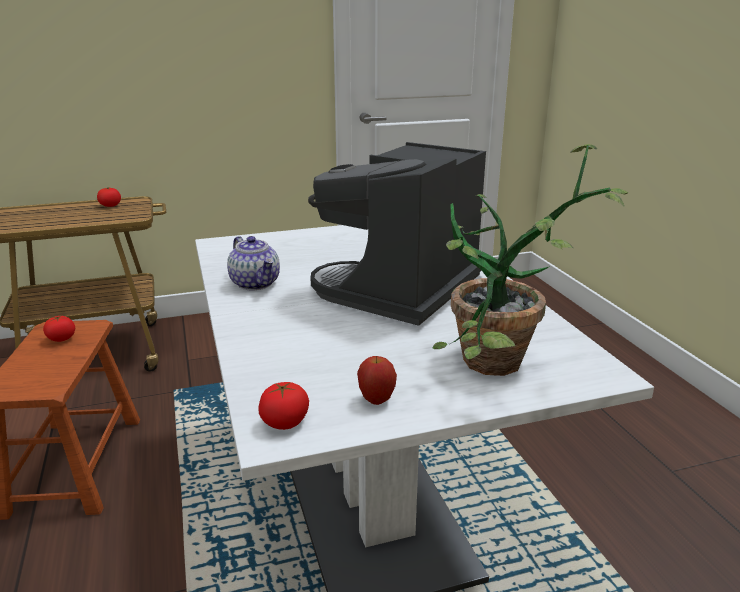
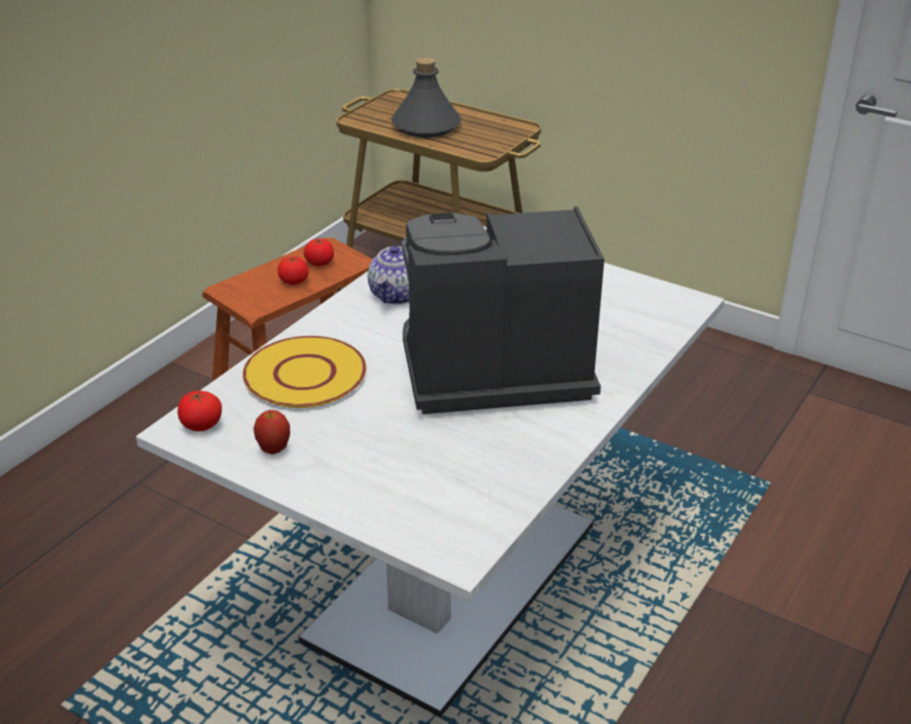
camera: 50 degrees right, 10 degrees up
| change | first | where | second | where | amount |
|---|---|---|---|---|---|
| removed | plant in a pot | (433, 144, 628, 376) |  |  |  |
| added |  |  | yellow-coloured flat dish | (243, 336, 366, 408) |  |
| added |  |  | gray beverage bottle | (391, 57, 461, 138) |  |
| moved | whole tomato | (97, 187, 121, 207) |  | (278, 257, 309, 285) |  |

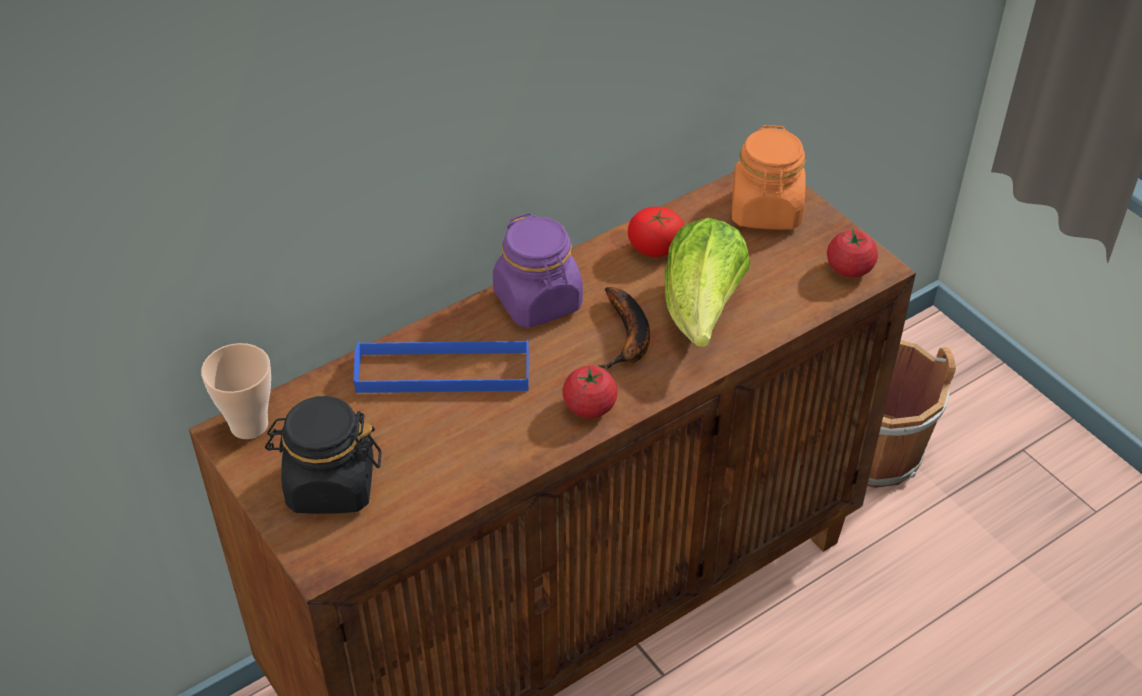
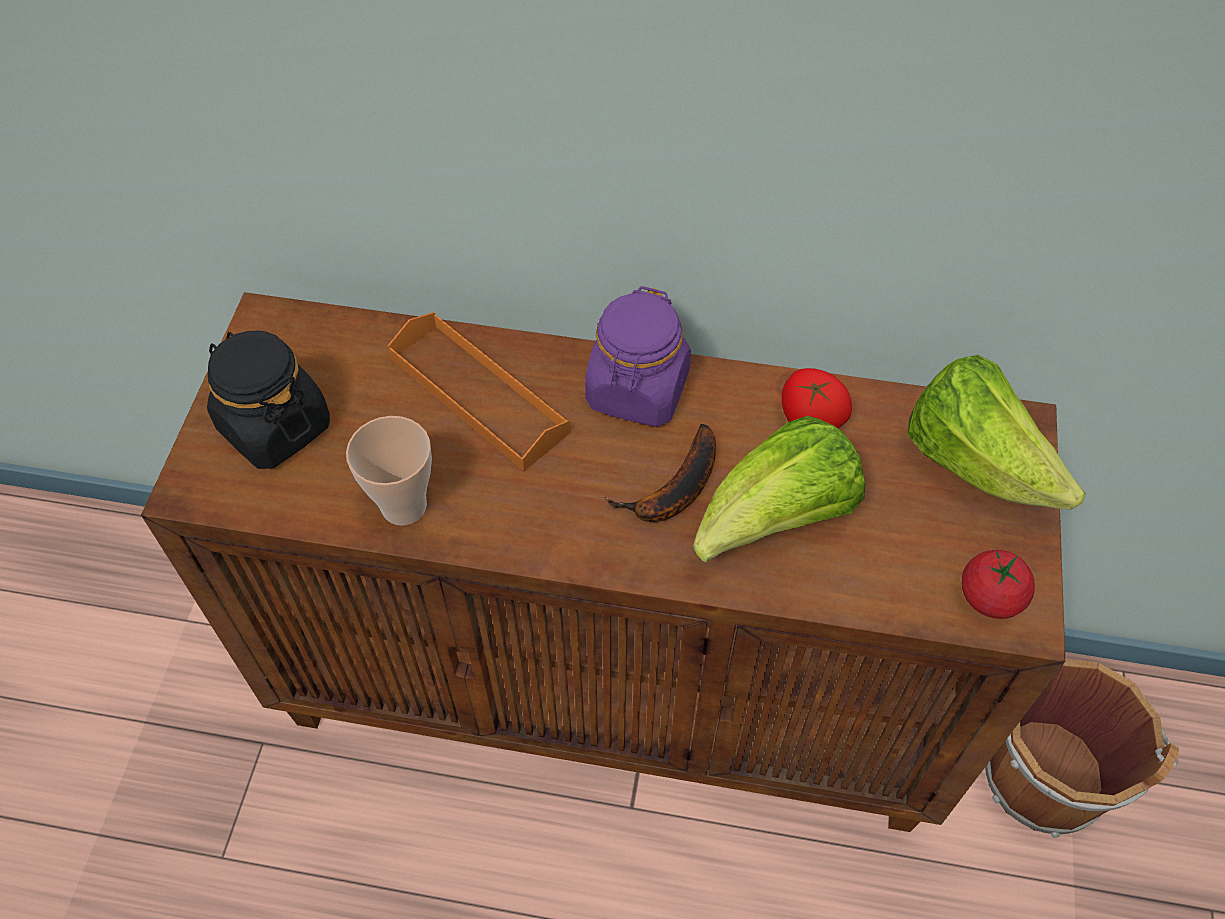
camera: 45 degrees right, 10 degrees up
| change | first | where | second | where | amount |
|---|---|---|---|---|---|
| removed | whole tomato | (562, 366, 618, 418) |  |  |  |
| moved | small cup | (201, 343, 271, 439) |  | (346, 416, 432, 526) |  |
| replaced | orange preserve jar | (732, 125, 806, 230) | lettuce head | (907, 355, 1086, 509) |  |
| recoloured | bluish serving tray | (354, 339, 529, 393) | orange serving tray | (388, 312, 570, 471) |  |

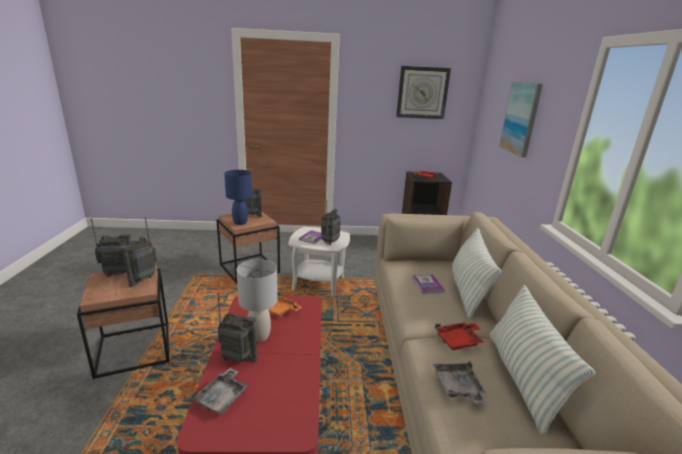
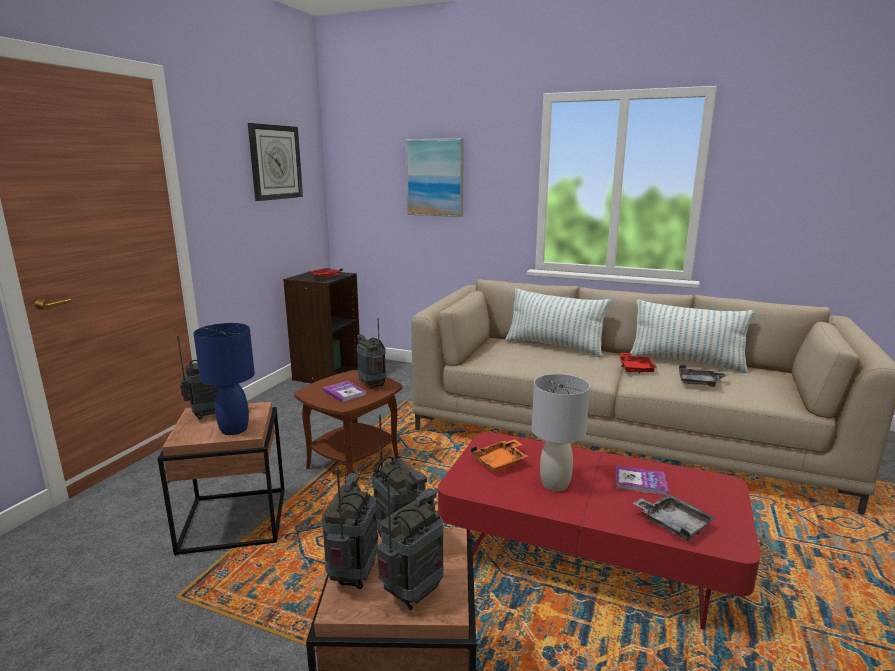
camera: 65 degrees left, 5 degrees down
| change | first | where | second | where | amount |
|---|---|---|---|---|---|
| moved | radio set | (217, 293, 258, 363) |  | (377, 478, 443, 610) |  |
| moved | bound book | (412, 275, 445, 294) |  | (615, 466, 668, 495) |  |
| recoloured | white-coloured end table | (289, 227, 350, 297) | brown-coloured end table | (294, 370, 402, 477) |  |

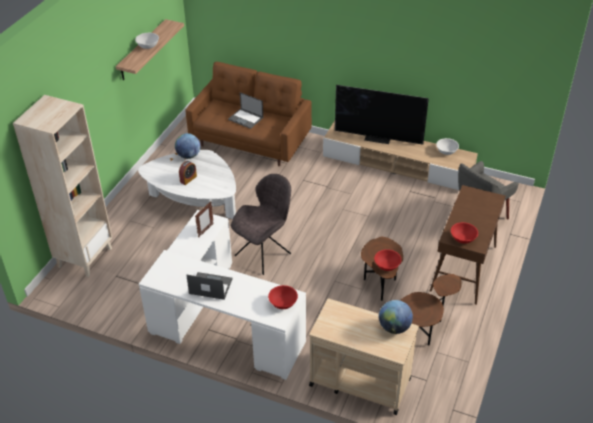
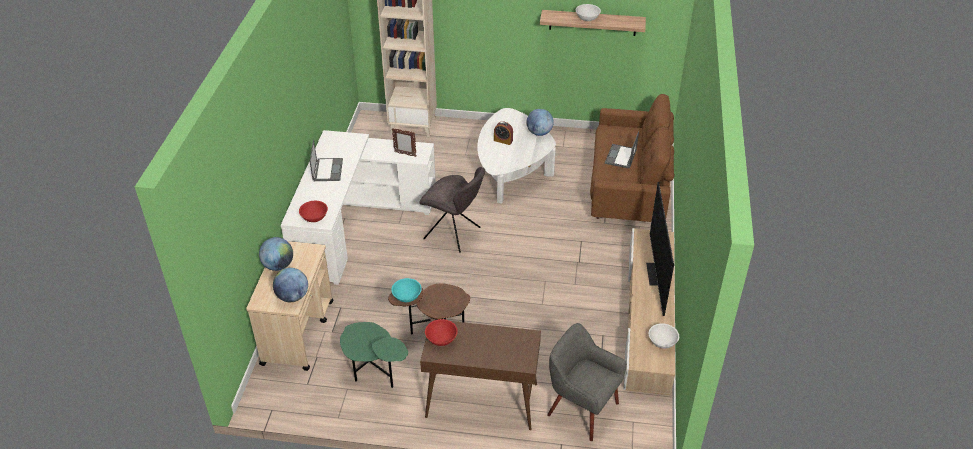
camera: 75 degrees right, 0 degrees up
| change | first | where | second | where | amount |
|---|---|---|---|---|---|
| added |  |  | desk globe | (259, 237, 293, 271) |  |
| recoloured | red serving bowl | (374, 249, 402, 271) | turquoise-coloured serving bowl | (391, 278, 422, 302) |  |
| recoloured | brown-coloured end table | (400, 274, 462, 346) | greenish end table | (340, 322, 408, 388) |  |

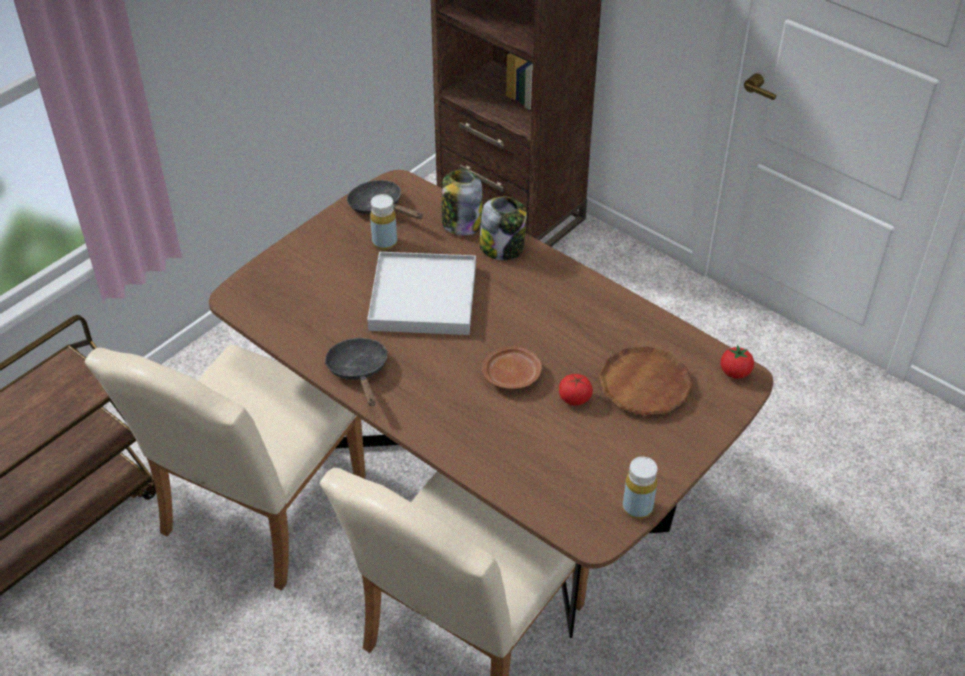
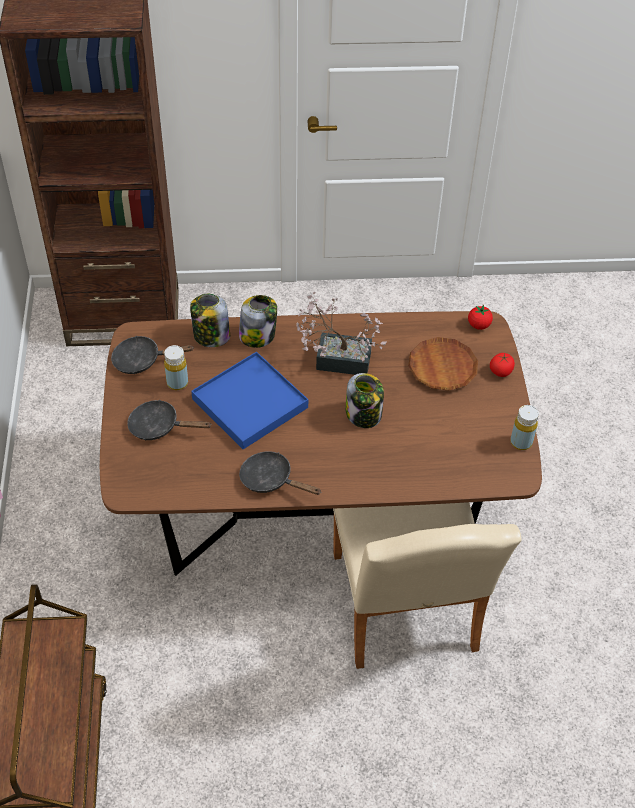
camera: 45 degrees left, 5 degrees up
| change | first | where | second | where | amount |
|---|---|---|---|---|---|
| removed | beige chair | (85, 345, 366, 590) |  |  |  |
| added |  |  | black-coloured frying pan | (127, 400, 212, 440) |  |
| added |  |  | plant in a pot | (296, 292, 386, 375) |  |
| moved | whole tomato | (559, 374, 593, 406) |  | (490, 353, 515, 377) |  |
| replaced | brown-coloured flat dish | (482, 346, 542, 389) | preserve jar | (346, 373, 384, 428) |  |
| recoloured | white-coloured serving tray | (367, 252, 476, 335) | bluish serving tray | (191, 352, 308, 449) |  |

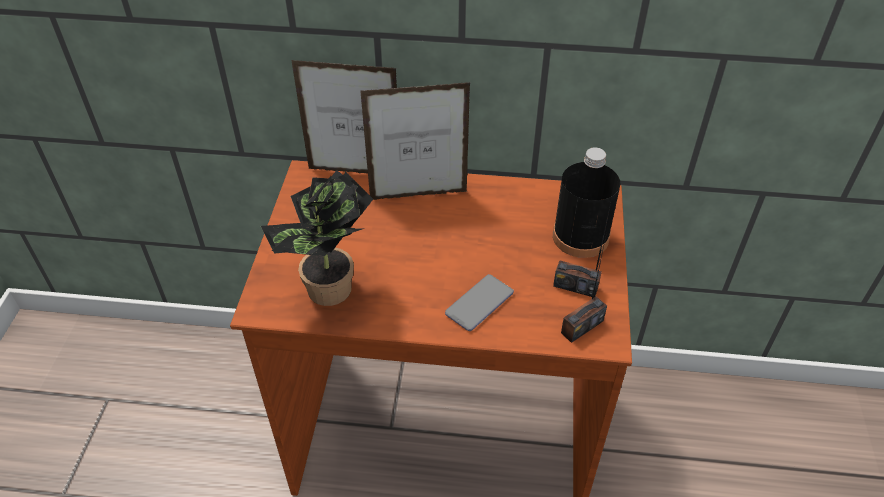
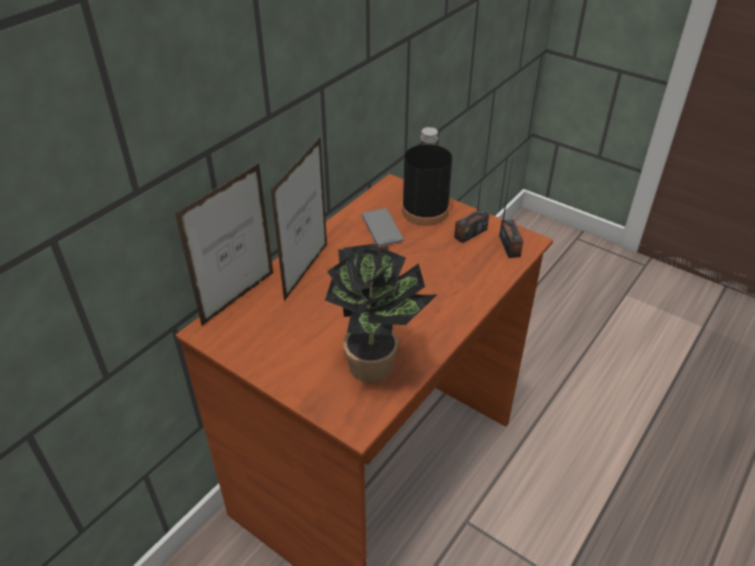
camera: 60 degrees left, 5 degrees down
| change | first | where | second | where | amount |
|---|---|---|---|---|---|
| moved | handset | (445, 274, 514, 331) |  | (362, 208, 404, 246) |  |

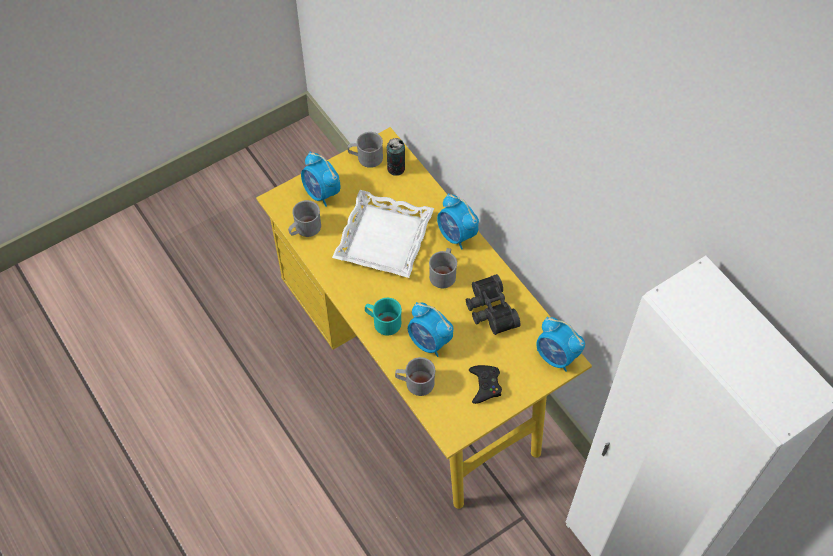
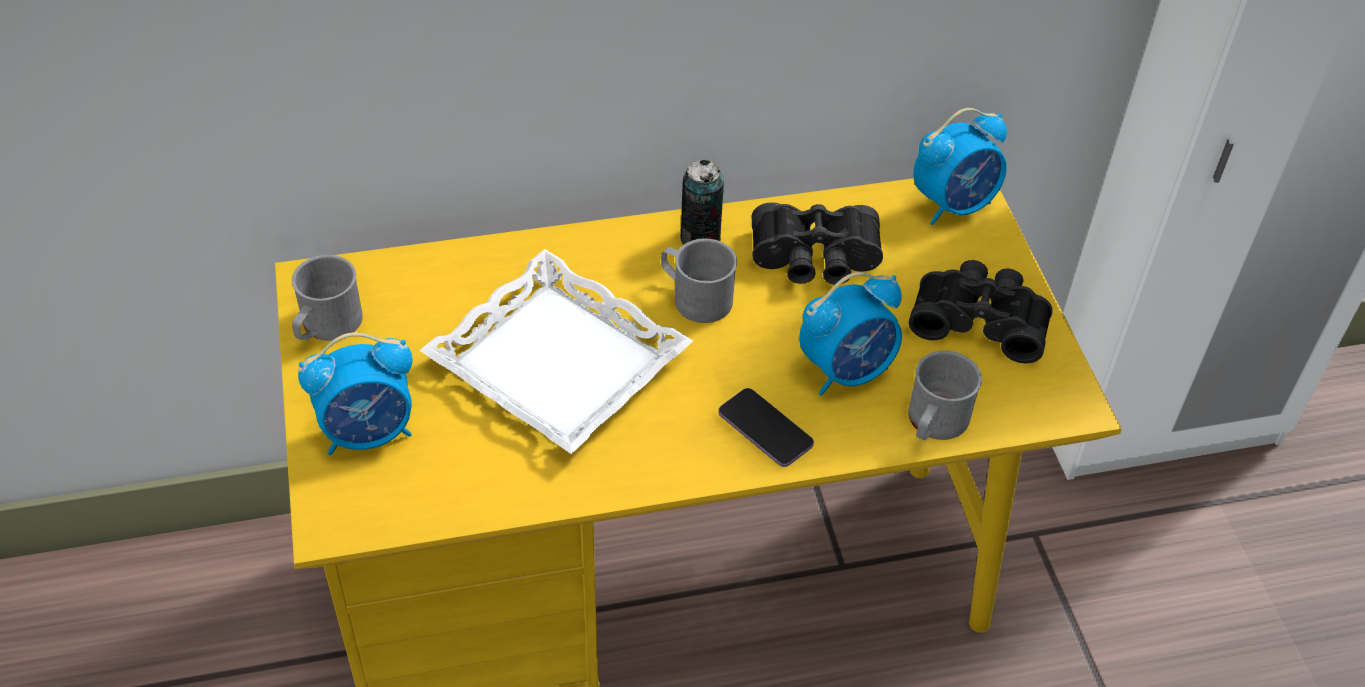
camera: 70 degrees left, 10 degrees down
| change | first | where | second | where | amount |
|---|---|---|---|---|---|
| removed | gray tea mug | (288, 200, 321, 237) |  |  |  |
| removed | bedside clock | (437, 193, 479, 250) |  |  |  |
| moved | can | (386, 138, 405, 176) |  | (681, 160, 724, 245) |  |
| replaced | turquoise-coloured tea mug | (365, 298, 402, 335) | handset | (718, 388, 814, 467) |  |
| replaced | black-coloured gamepad | (469, 365, 502, 404) | black-coloured pair of binoculars | (909, 260, 1053, 363) |  |

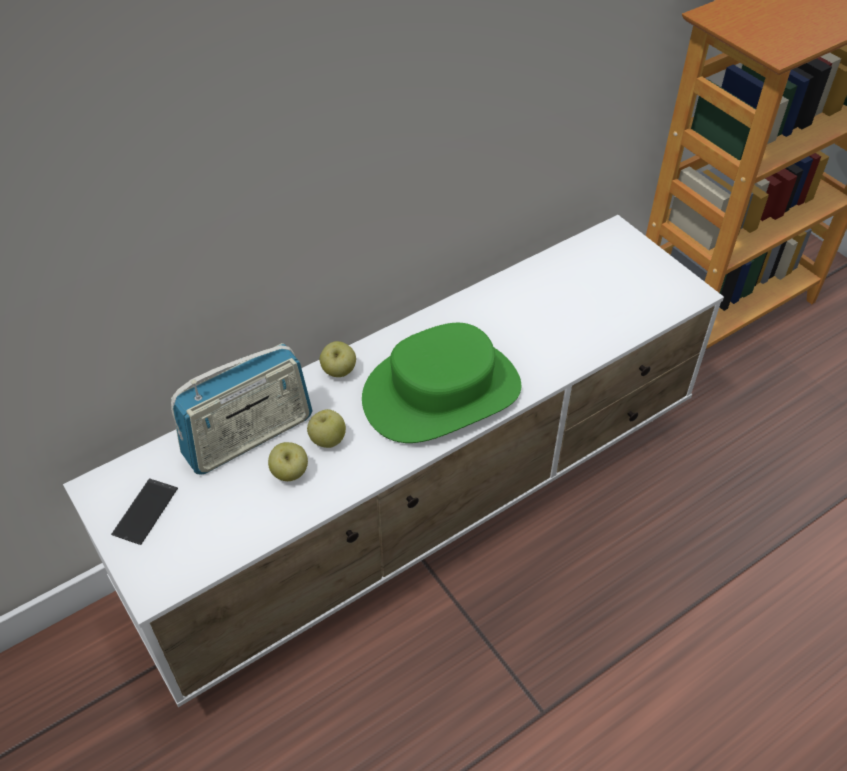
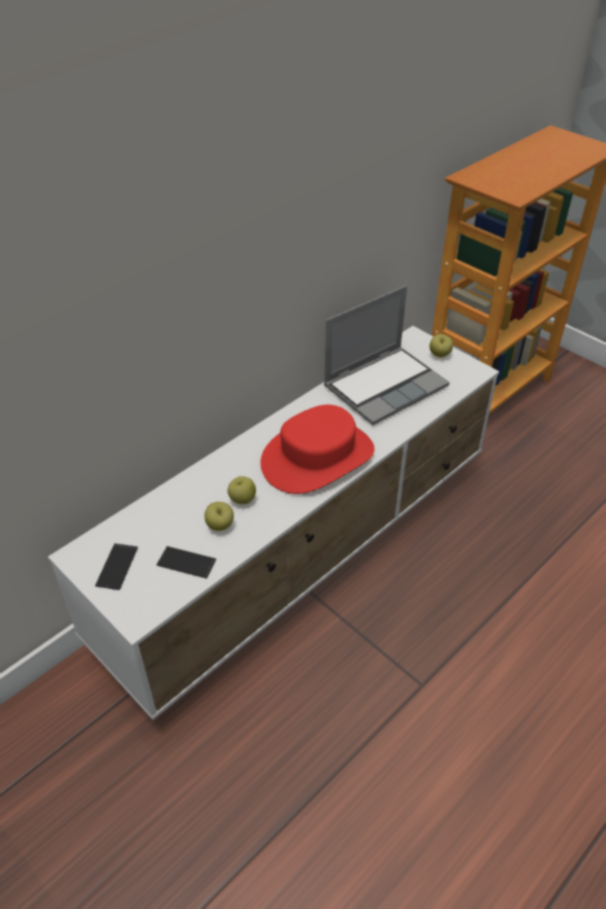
camera: 10 degrees left, 5 degrees down
| change | first | where | second | where | amount |
|---|---|---|---|---|---|
| removed | radio set | (171, 343, 313, 475) |  |  |  |
| added |  |  | handset | (156, 546, 216, 579) |  |
| added |  |  | notebook computer | (324, 285, 450, 425) |  |
| moved | whole apple | (320, 341, 356, 377) |  | (430, 334, 453, 357) |  |
| recoloured | greenish wearable hat | (362, 323, 521, 443) | red wearable hat | (260, 405, 375, 494) |  |

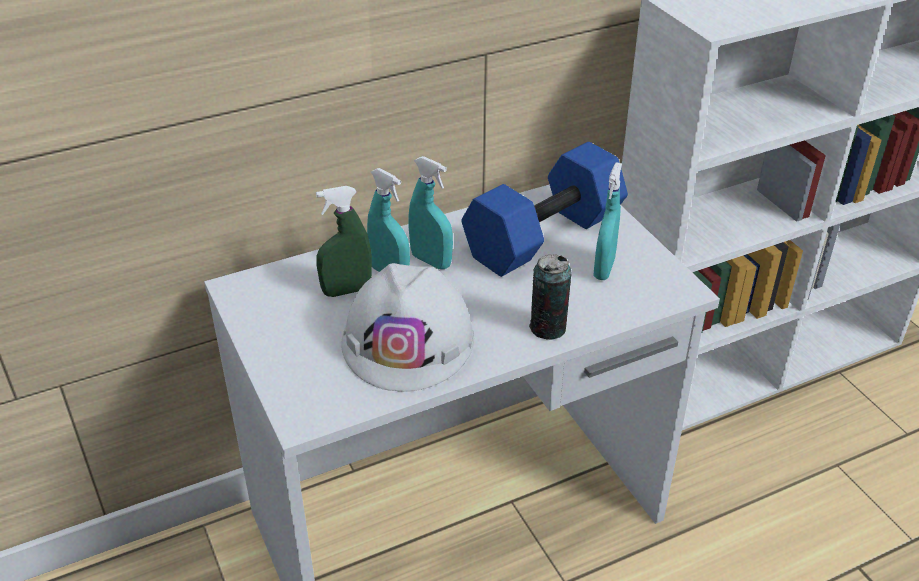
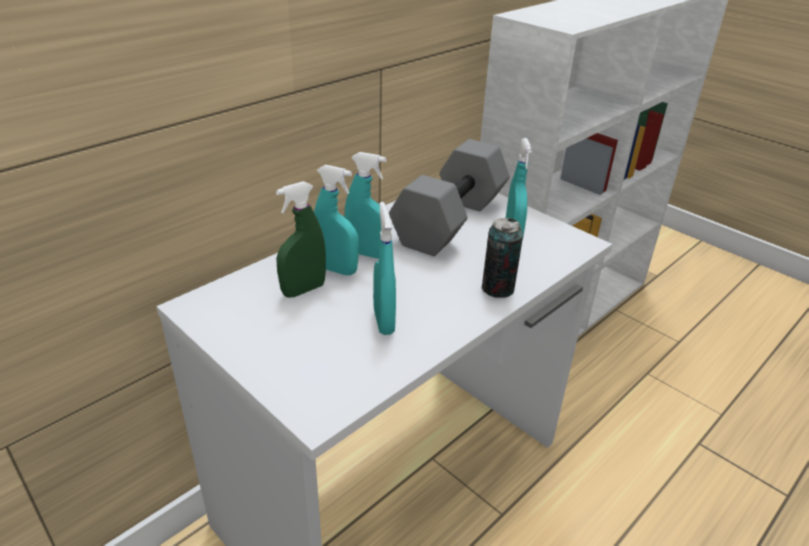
camera: 20 degrees left, 5 degrees down
| change | first | where | second | where | amount |
|---|---|---|---|---|---|
| replaced | white-coloured work helmet | (341, 263, 474, 392) | turquoise-coloured hand sprayer | (373, 202, 396, 335) |  |
| recoloured | bluish free weight | (461, 142, 628, 277) | gray free weight | (389, 139, 510, 256) |  |

